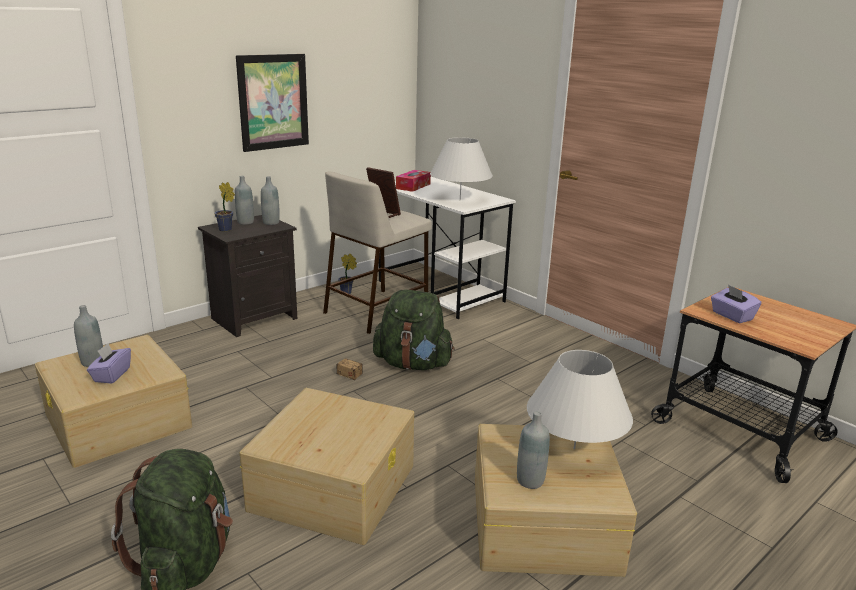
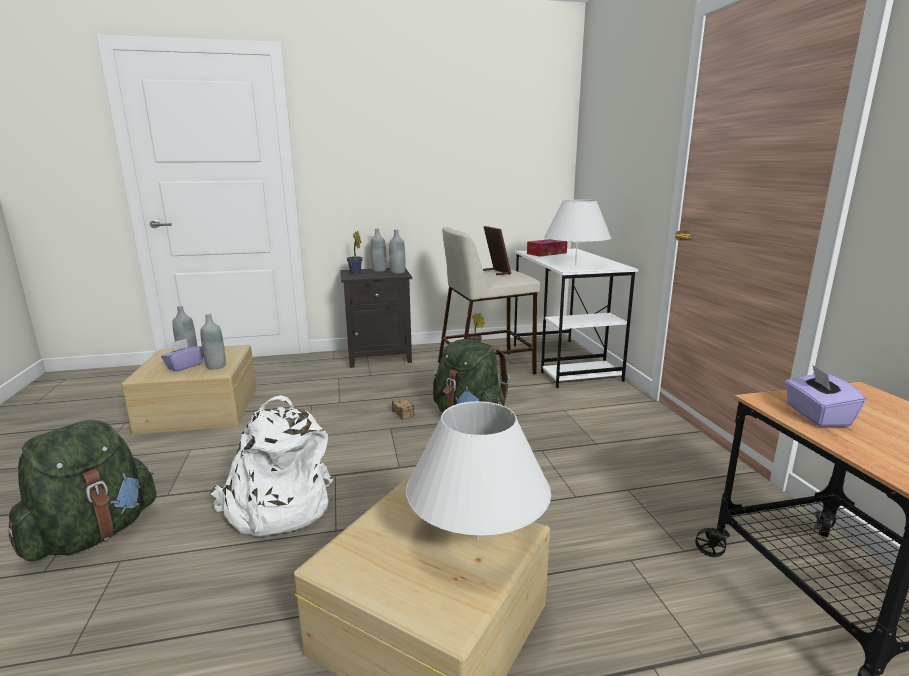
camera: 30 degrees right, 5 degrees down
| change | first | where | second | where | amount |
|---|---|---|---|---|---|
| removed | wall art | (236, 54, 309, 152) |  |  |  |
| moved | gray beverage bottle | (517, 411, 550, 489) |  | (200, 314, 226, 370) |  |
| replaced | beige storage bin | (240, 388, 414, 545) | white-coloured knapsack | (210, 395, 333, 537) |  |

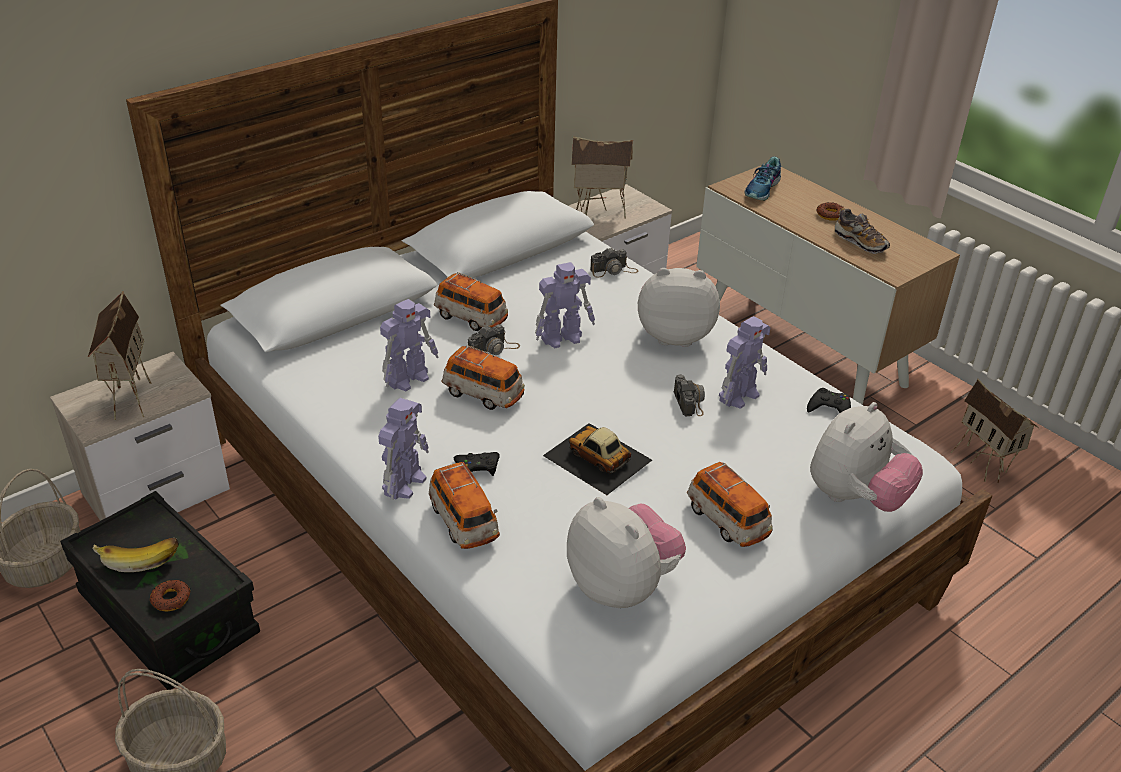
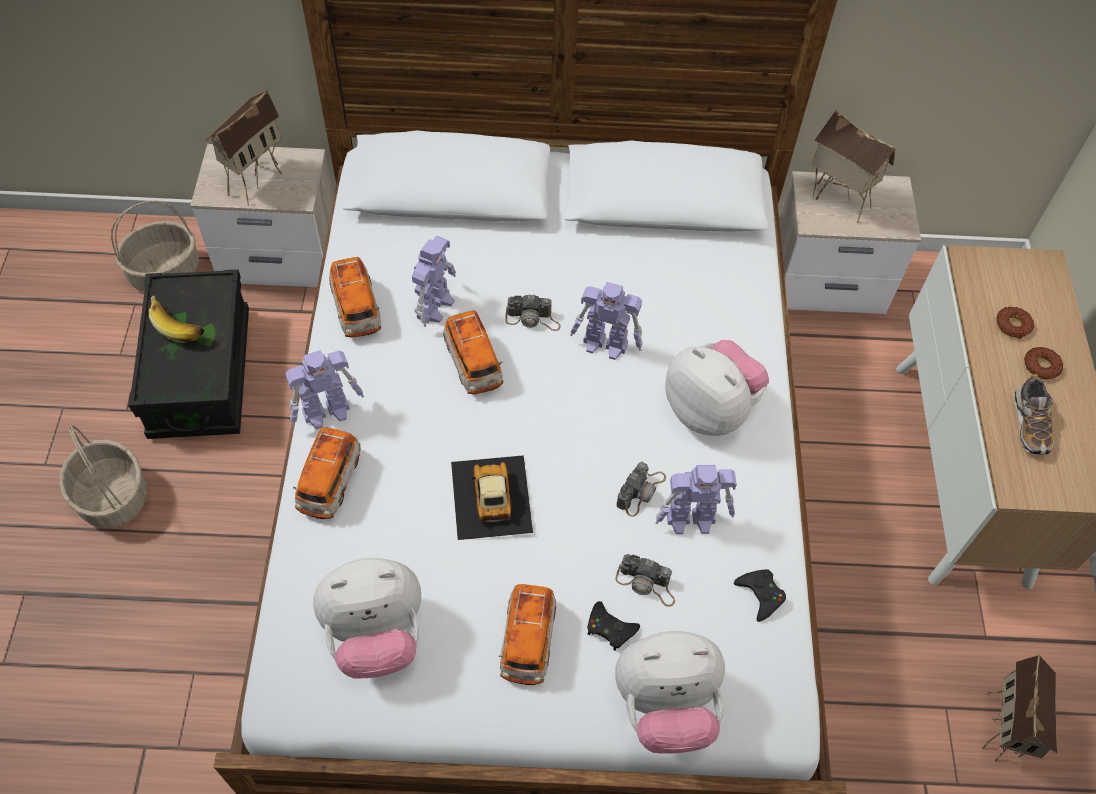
camera: 40 degrees right, 20 degrees up
| change | first | where | second | where | amount |
|---|---|---|---|---|---|
| removed | item of footwear | (744, 157, 781, 201) |  |  |  |
| moved | ring doughnut | (150, 580, 191, 611) |  | (996, 307, 1034, 339) |  |
| moved | model car | (434, 272, 508, 331) |  | (329, 257, 381, 338) |  |
| moved | black-coloured gamepad | (454, 452, 500, 476) |  | (587, 601, 640, 651) |  |
| moved | still camera | (590, 248, 638, 277) |  | (615, 554, 675, 607) |  |
| turned | model robot | (380, 299, 438, 391) |  | (412, 236, 456, 327) | 60 degrees counterclockwise |
| turned | plush toy | (567, 497, 686, 608) |  | (313, 558, 421, 679) | 75 degrees clockwise |

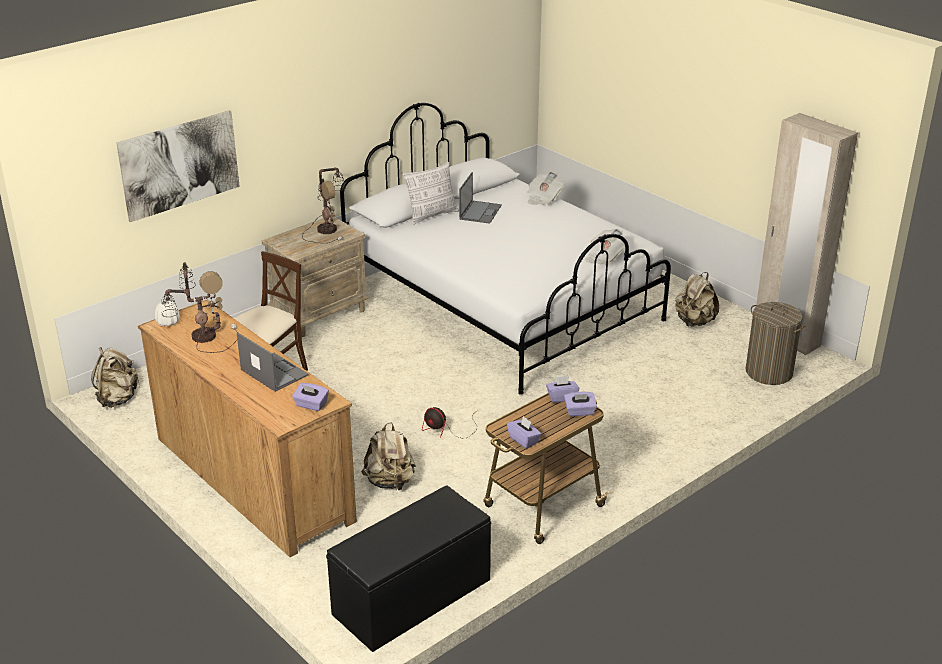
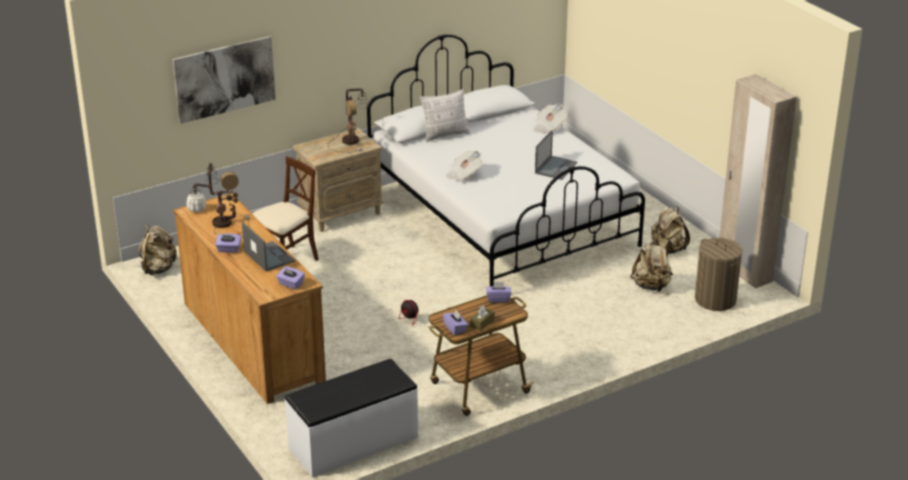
camera: 10 degrees right, 0 degrees up
| change | first | where | second | where | amount |
|---|---|---|---|---|---|
| added |  |  | brown-coloured box of tissues | (470, 305, 495, 331) |  |
| moved | beige knapsack | (361, 422, 416, 490) |  | (630, 239, 673, 292) |  |
| moved | notebook computer | (459, 172, 502, 224) |  | (535, 130, 577, 180) |  |
| moved | purple-coloured box of tissues | (564, 392, 597, 416) |  | (215, 233, 241, 253) |  |
| moved | newspaper | (585, 229, 628, 265) |  | (446, 151, 482, 181) |  |
| recoloured | black-coloured bench | (326, 485, 491, 652) | white-coloured bench | (285, 359, 418, 478) |  |

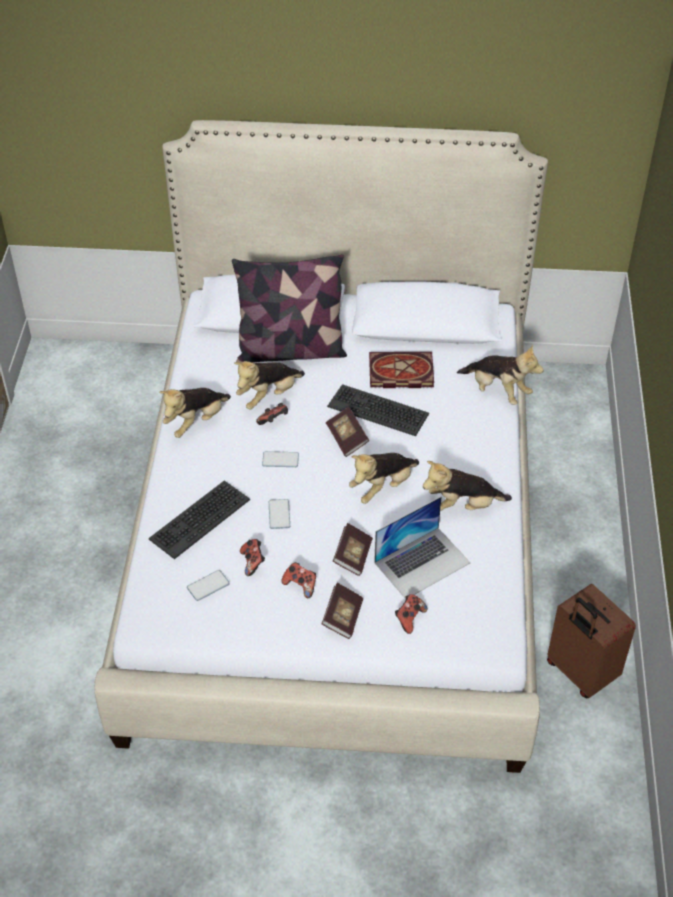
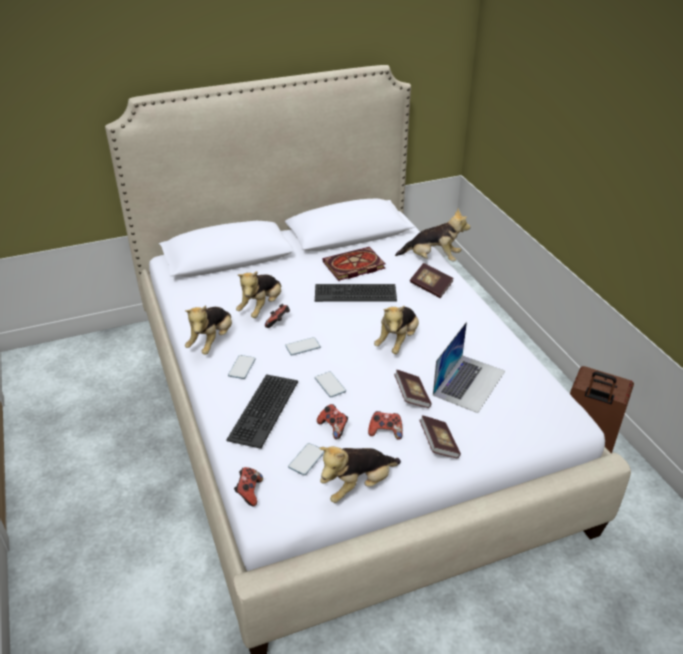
camera: 25 degrees left, 10 degrees down
| change | first | where | second | where | amount |
|---|---|---|---|---|---|
| removed | throw pillow | (232, 254, 347, 363) |  |  |  |
| added |  |  | handset | (228, 355, 256, 379) |  |
| moved | bound book | (326, 407, 369, 457) |  | (410, 263, 454, 298) |  |
| moved | gamepad | (395, 594, 428, 634) |  | (234, 467, 263, 506) |  |
| moved | plush toy | (423, 461, 512, 511) |  | (319, 446, 401, 503) |  |

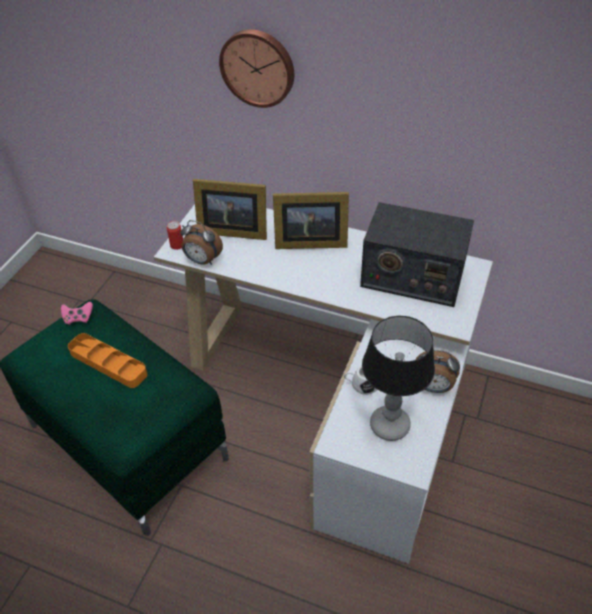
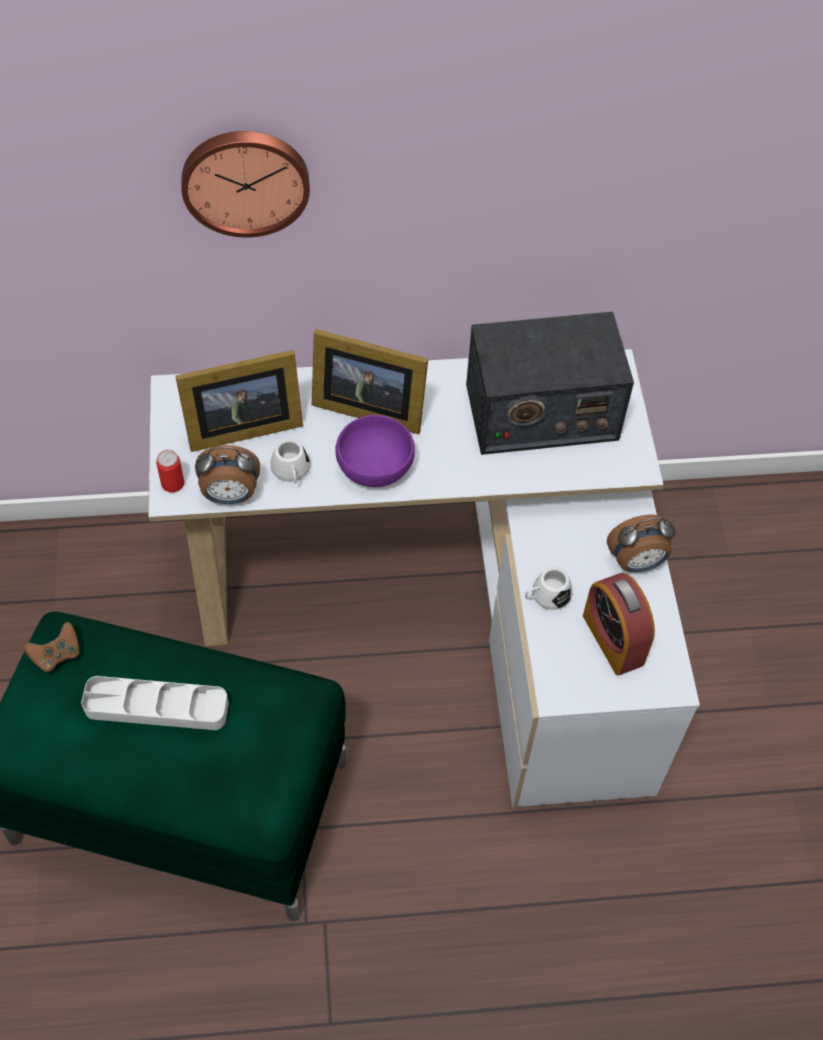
camera: 30 degrees left, 10 degrees up
| change | first | where | second | where | amount |
|---|---|---|---|---|---|
| added |  |  | white-coloured tea mug | (270, 439, 310, 484) |  |
| added |  |  | purple-coloured serving bowl | (335, 415, 415, 487) |  |
| replaced | tabletop lamp | (362, 315, 435, 441) | bedside clock | (583, 573, 655, 676) |  |
| recoloured | pinkish gamepad | (61, 302, 93, 325) | brown-coloured gamepad | (23, 622, 80, 672) |  |
| recoloured | orange serving tray | (68, 333, 147, 388) | gray serving tray | (81, 676, 229, 730) |  |
| turned | photo frame | (273, 192, 349, 249) |  | (312, 329, 428, 434) | 45 degrees clockwise |

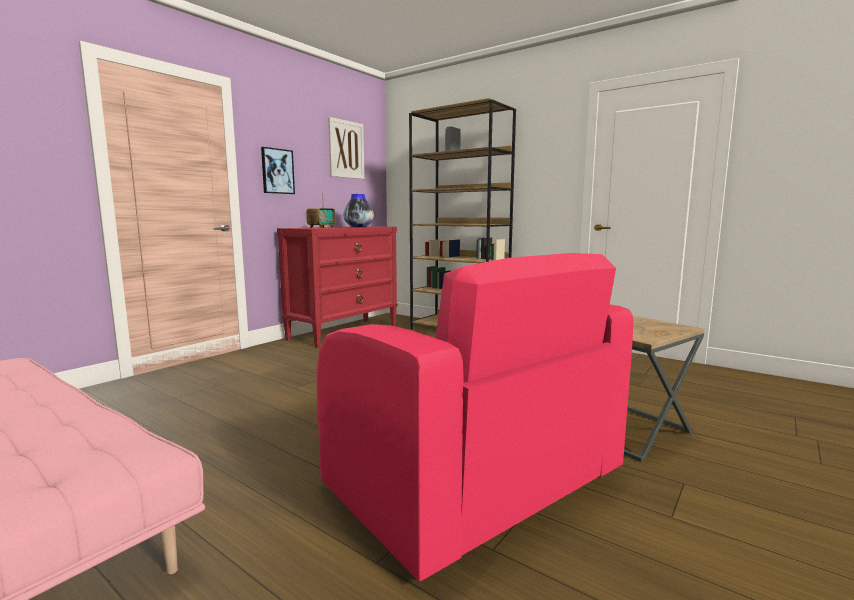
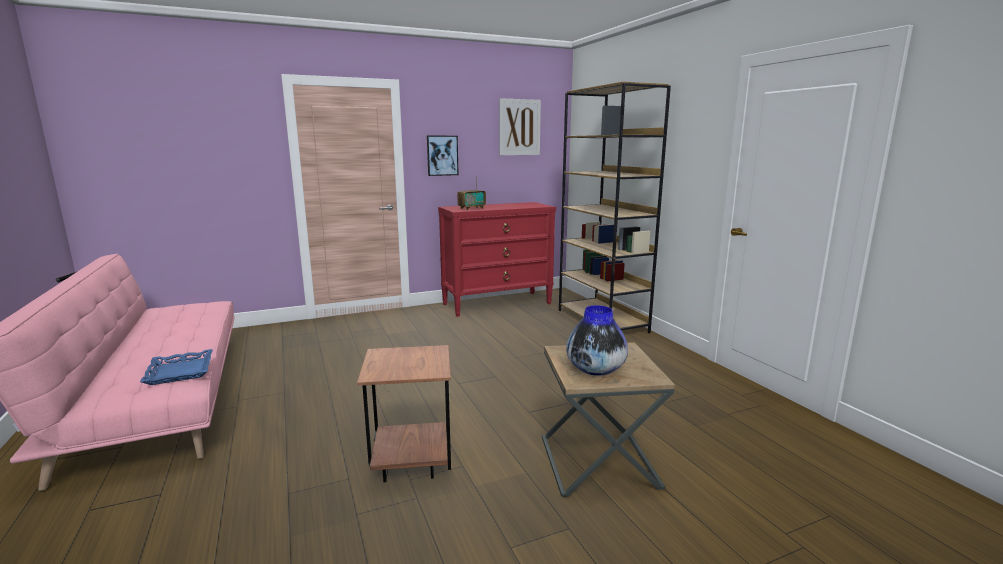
camera: 30 degrees right, 5 degrees up
| change | first | where | second | where | amount |
|---|---|---|---|---|---|
| added |  |  | bluish serving tray | (140, 349, 213, 385) |  |
| moved | flower vase | (343, 194, 374, 227) |  | (566, 305, 628, 376) |  |
| replaced | pinkish lounge chair | (317, 253, 633, 581) | brown-coloured end table | (357, 345, 451, 482) |  |

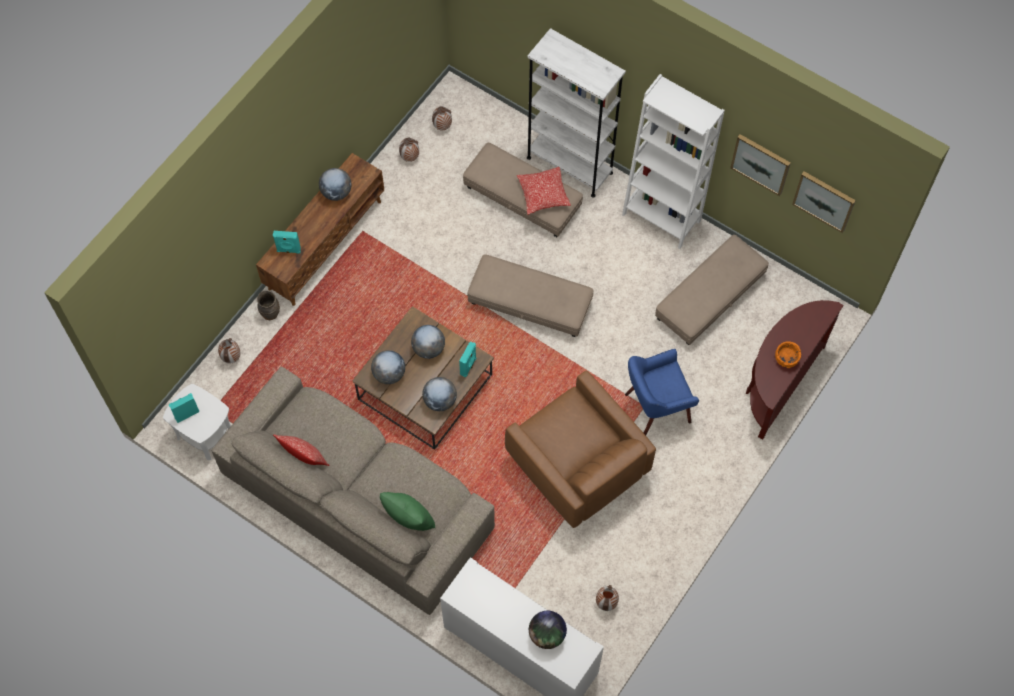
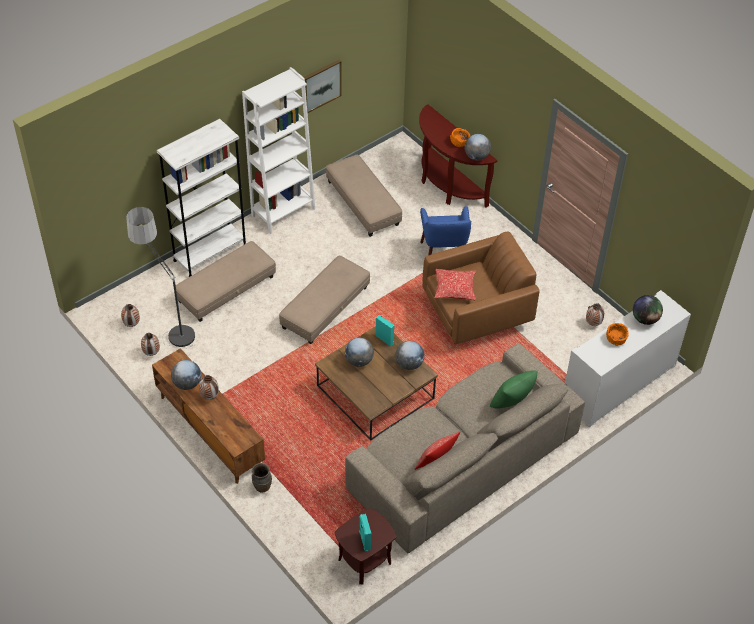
camera: 75 degrees left, 15 degrees down
| change | first | where | second | where | amount |
|---|---|---|---|---|---|
| removed | turquoise-coloured loudspeaker | (273, 231, 301, 254) |  |  |  |
| removed | wall art | (792, 171, 856, 233) |  |  |  |
| added |  |  | standard lamp | (126, 207, 195, 348) |  |
| added |  |  | orange serving bowl | (606, 323, 629, 346) |  |
| moved | flower vase | (218, 338, 241, 364) |  | (199, 375, 219, 400) |  |
| moved | desk globe | (371, 350, 405, 384) |  | (465, 134, 491, 160) |  |
| moved | throw pillow | (517, 167, 571, 215) |  | (435, 269, 476, 300) |  |
| recoloured | white-coloured end table | (163, 384, 231, 460) | brown-coloured end table | (335, 508, 397, 584) |  |

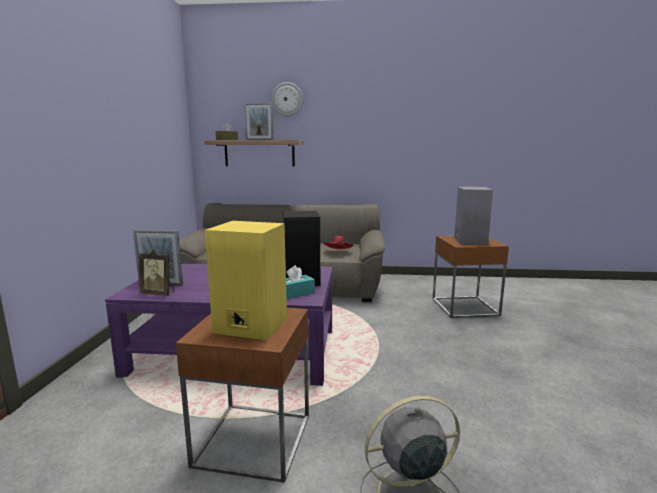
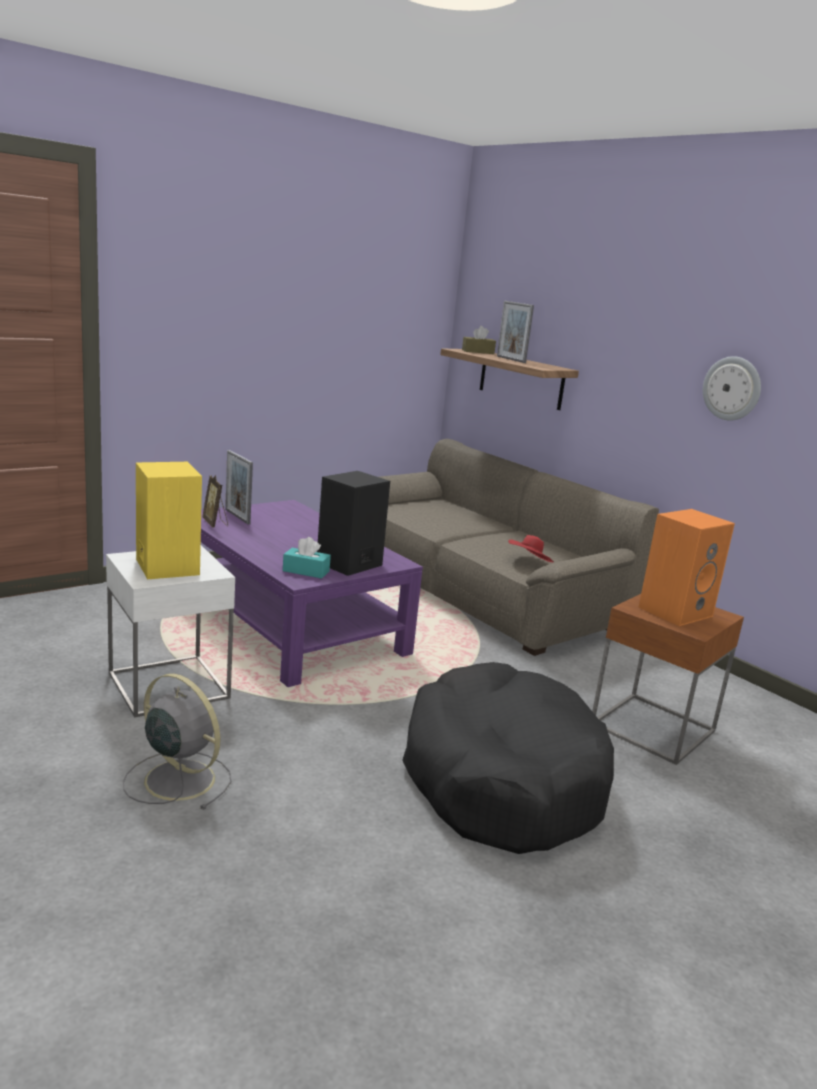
camera: 45 degrees right, 5 degrees up
| change | first | where | second | where | amount |
|---|---|---|---|---|---|
| added |  |  | black-coloured dog bed | (403, 662, 614, 854) |  |
| moved | hanging clock | (271, 82, 303, 116) |  | (703, 356, 761, 421) |  |
| recoloured | brown-coloured end table | (176, 308, 309, 483) | white-coloured end table | (106, 545, 235, 718) |  |
| recoloured | gray loudspeaker | (454, 187, 493, 245) | orange loudspeaker | (639, 509, 735, 626) |  |

